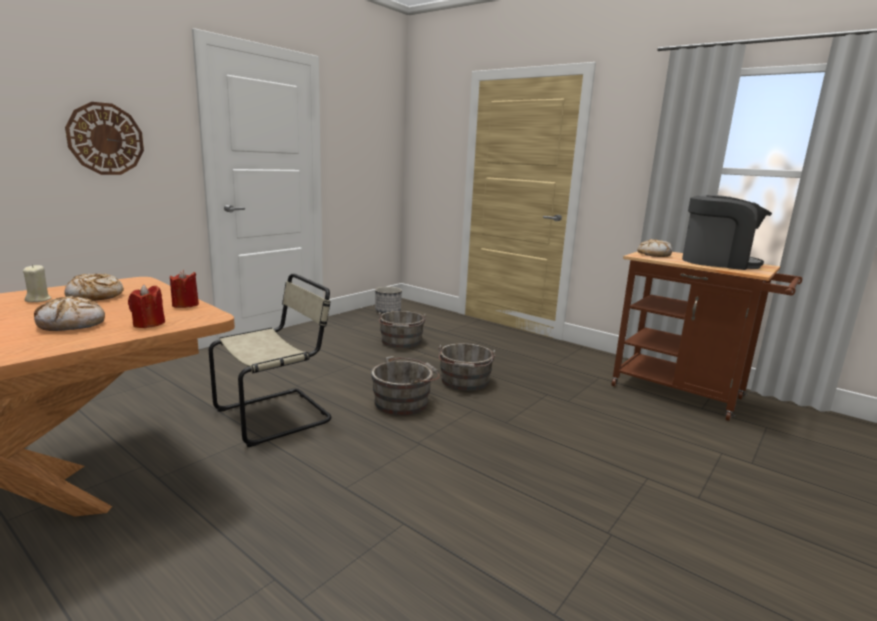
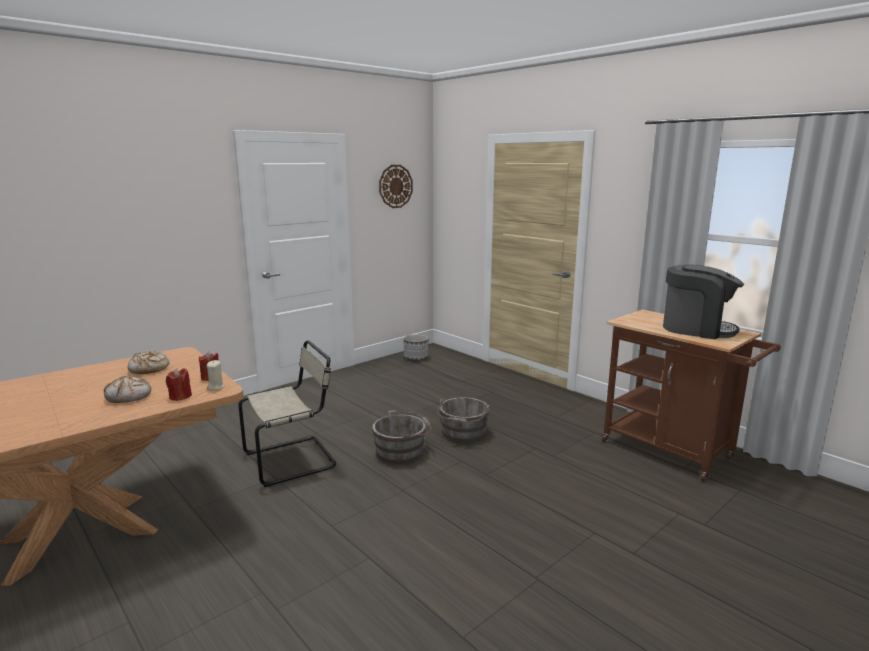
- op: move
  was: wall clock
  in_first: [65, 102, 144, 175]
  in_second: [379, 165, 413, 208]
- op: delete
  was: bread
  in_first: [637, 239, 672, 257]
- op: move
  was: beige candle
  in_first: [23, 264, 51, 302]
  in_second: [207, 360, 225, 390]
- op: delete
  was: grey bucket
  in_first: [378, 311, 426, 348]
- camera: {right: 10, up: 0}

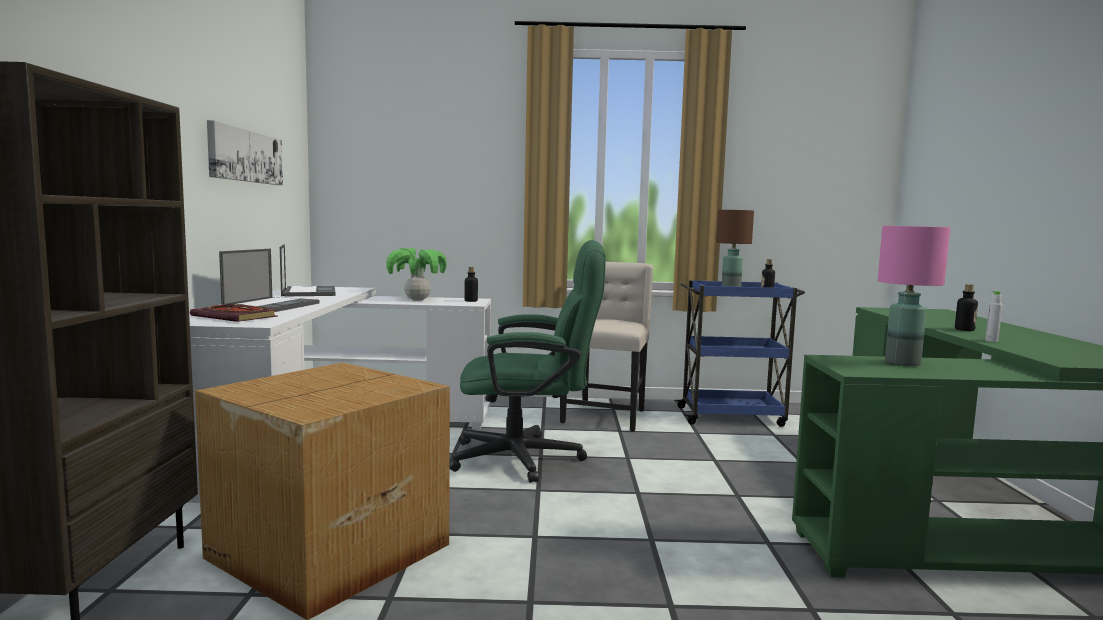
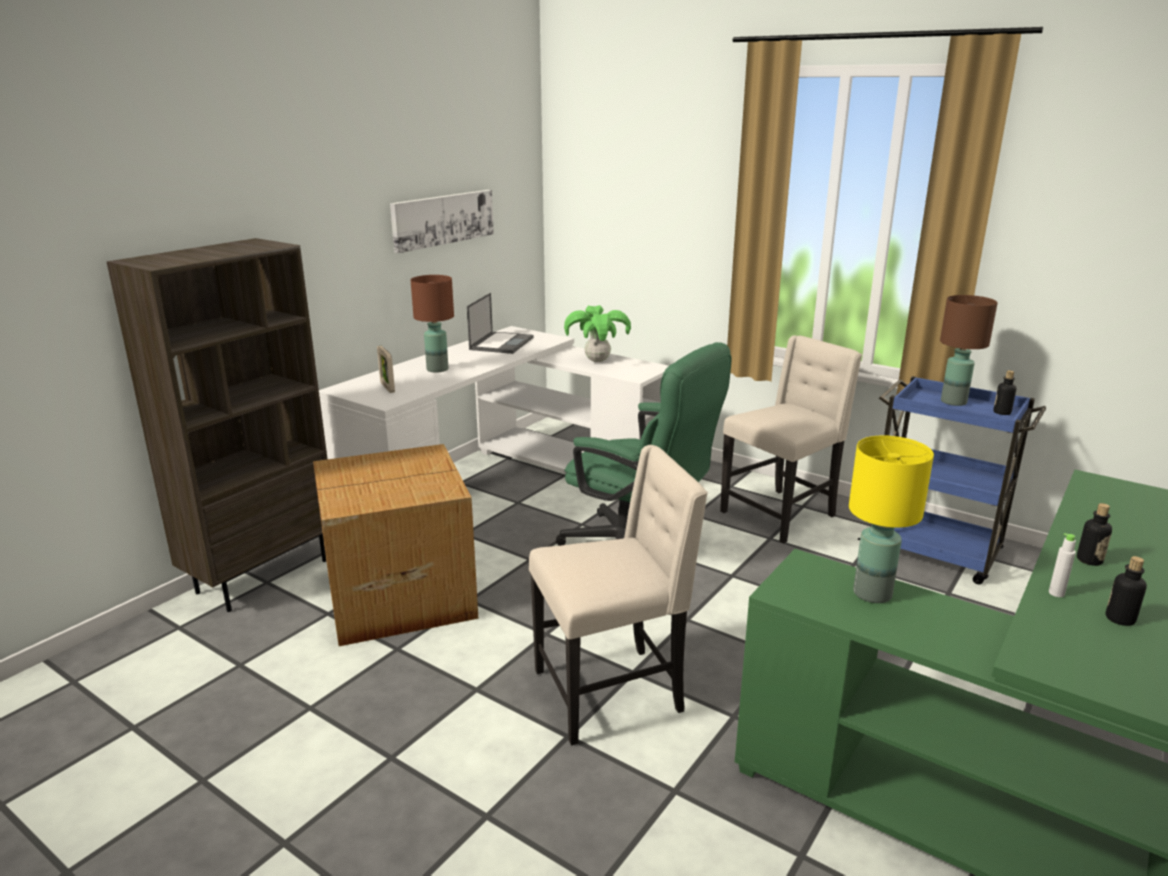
- op: recolor
  was: pink table lamp
  now: yellow table lamp
  in_first: [878, 226, 950, 366]
  in_second: [849, 435, 934, 603]
- op: replace
  was: laptop
  now: brown table lamp
  in_first: [219, 249, 320, 312]
  in_second: [411, 275, 454, 373]
- op: move
  was: bottle
  in_first: [464, 267, 478, 302]
  in_second: [1106, 556, 1147, 626]
- op: replace
  was: book
  now: picture frame
  in_first: [190, 304, 278, 322]
  in_second: [377, 346, 395, 393]
- op: insert
  now: beige chair
  in_second: [529, 445, 708, 746]
- camera: {right: 35, up: 15}

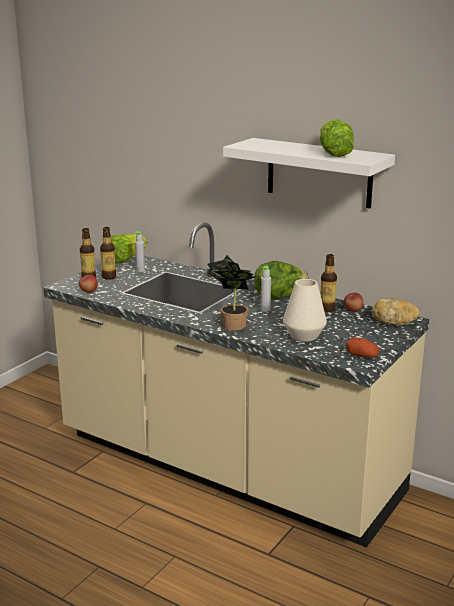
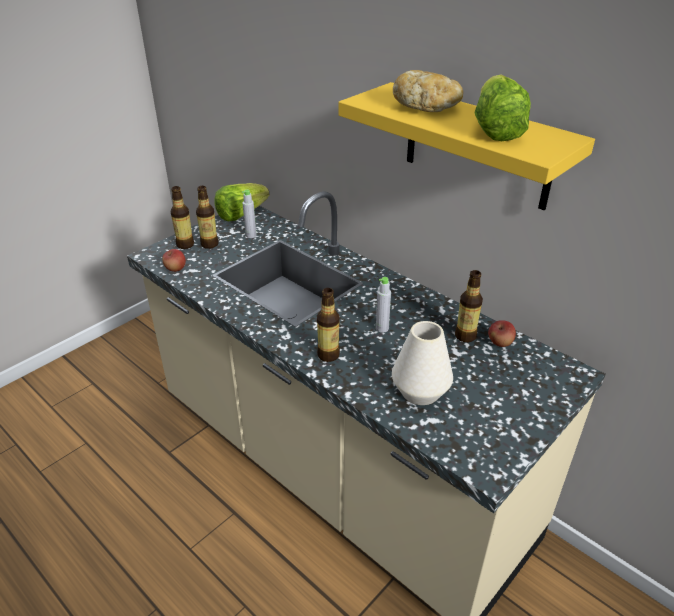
- op: recolor
  was: white shelf
  now: yellow shelf
  in_first: [223, 138, 395, 208]
  in_second: [338, 82, 595, 210]
- op: replace
  was: potted plant
  now: bottle
  in_first: [207, 255, 255, 330]
  in_second: [317, 288, 340, 362]
- op: delete
  was: lettuce
  in_first: [254, 261, 309, 300]
- op: move
  was: bread
  in_first: [372, 298, 420, 325]
  in_second: [393, 70, 463, 112]
- op: delete
  was: potato
  in_first: [346, 337, 380, 358]
- camera: {right: 10, up: 15}

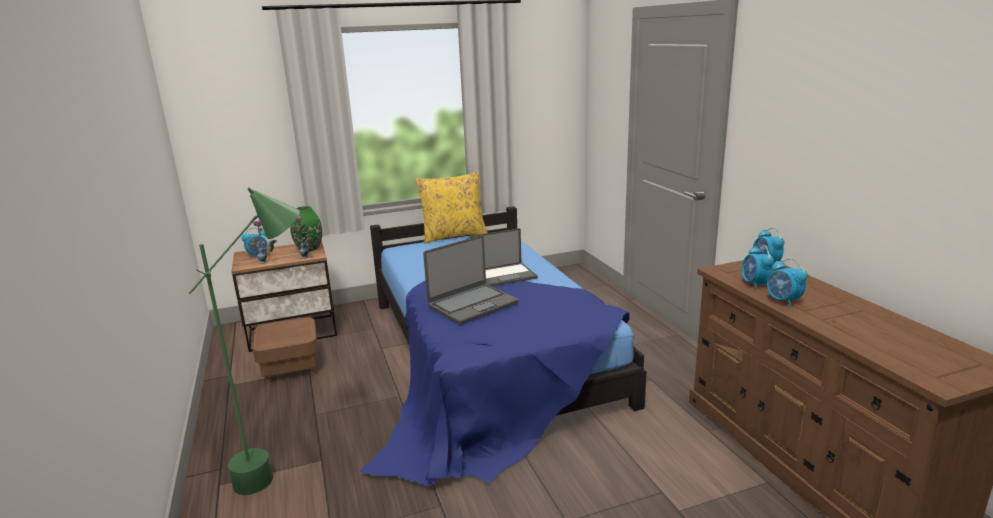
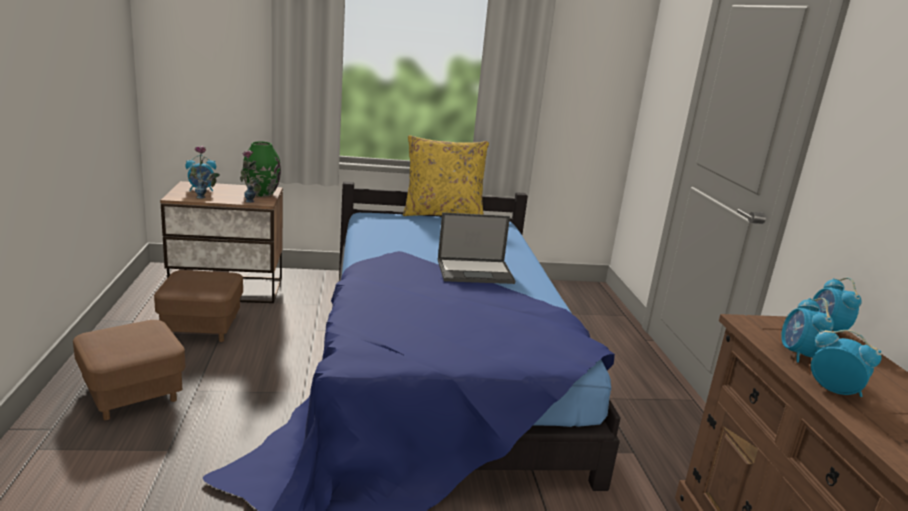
- op: delete
  was: green floor lamp
  in_first: [189, 188, 300, 495]
- op: delete
  was: laptop
  in_first: [423, 235, 518, 324]
- op: rotate
  was: alarm clock
  in_first: [767, 258, 808, 307]
  in_second: [811, 330, 882, 397]
  clockwise: 150
- op: insert
  now: brown ottoman
  in_second: [73, 320, 186, 420]
- camera: {right: 10, up: 0}

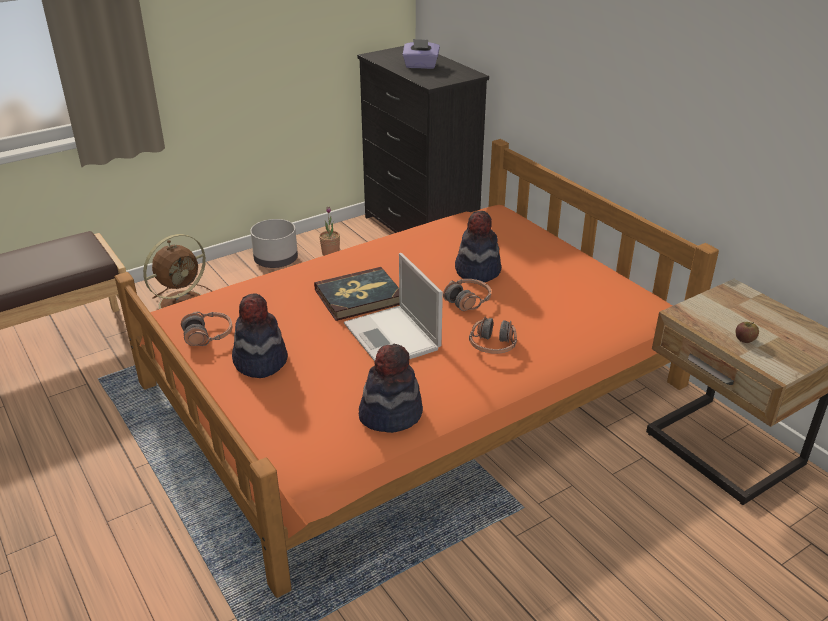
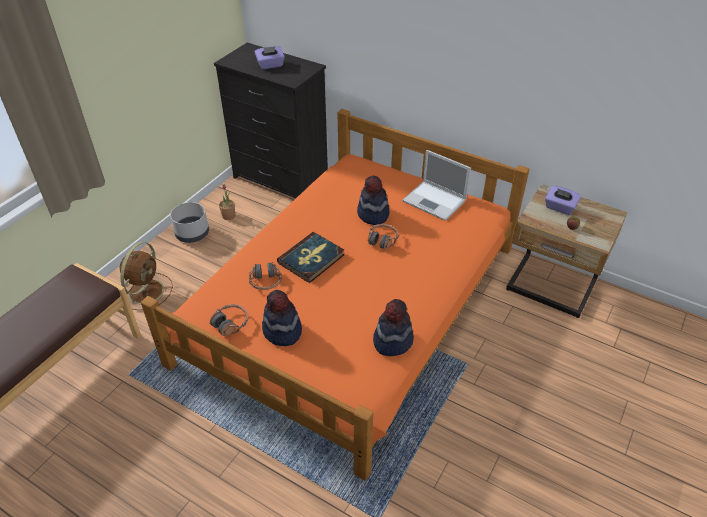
- op: move
  was: laptop
  in_first: [344, 253, 443, 361]
  in_second: [402, 150, 471, 221]
- op: move
  was: headphones
  in_first: [469, 317, 517, 354]
  in_second: [249, 262, 282, 290]
- op: insert
  now: purple tissue box
  in_second: [545, 186, 581, 215]
- camera: {right: -25, up: 10}

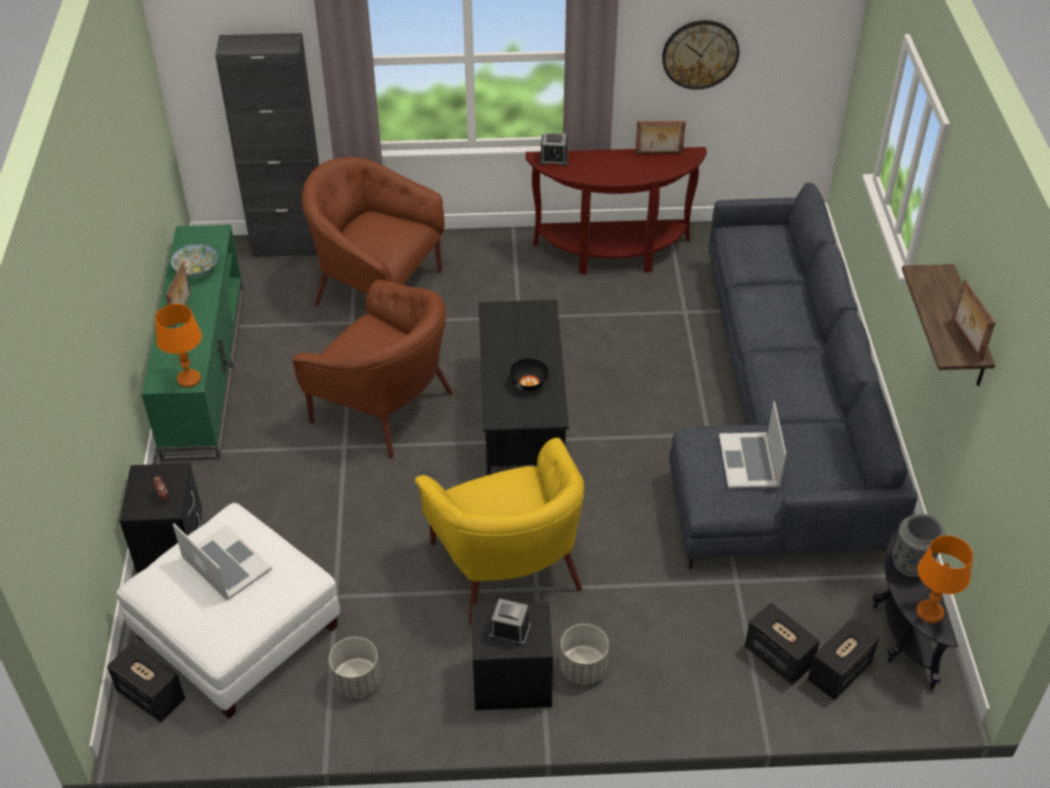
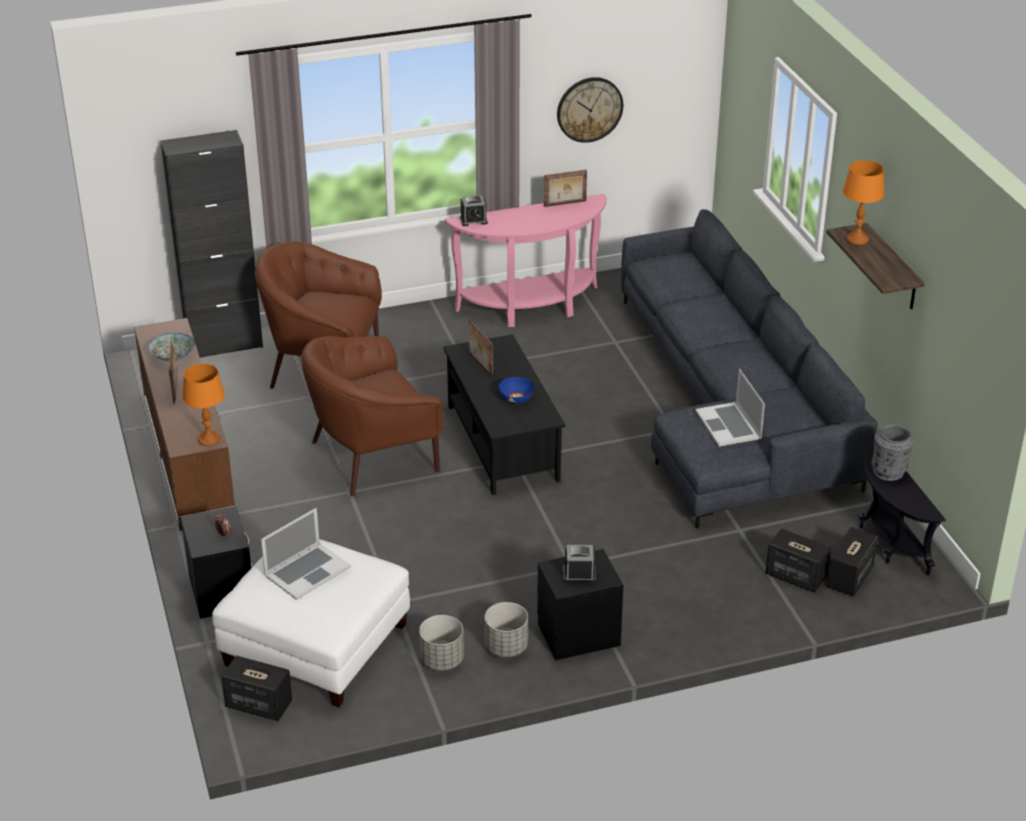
- op: recolor
  was: brown console table
  now: pink console table
  in_first: [525, 147, 707, 275]
  in_second: [445, 194, 607, 327]
- op: recolor
  was: green tv stand
  now: brown tv stand
  in_first: [142, 225, 244, 461]
  in_second: [134, 318, 235, 531]
- op: rotate
  was: brown armchair
  in_first: [292, 280, 453, 459]
  in_second: [301, 336, 444, 497]
  clockwise: 135
- op: move
  was: picture frame
  in_first: [953, 280, 996, 361]
  in_second: [469, 320, 493, 376]
- op: recolor
  was: black bowl
  now: blue bowl
  in_first: [510, 359, 549, 391]
  in_second: [499, 377, 535, 404]
- op: delete
  was: yellow armchair
  in_first: [415, 438, 584, 625]
- op: rotate
  was: laptop
  in_first: [173, 523, 272, 600]
  in_second: [261, 508, 351, 600]
  clockwise: 105
- op: move
  was: orange table lamp
  in_first: [916, 535, 973, 623]
  in_second: [842, 160, 885, 245]
- op: move
  was: grey planter
  in_first: [560, 624, 609, 685]
  in_second: [485, 602, 528, 657]
- camera: {right: -15, up: -10}

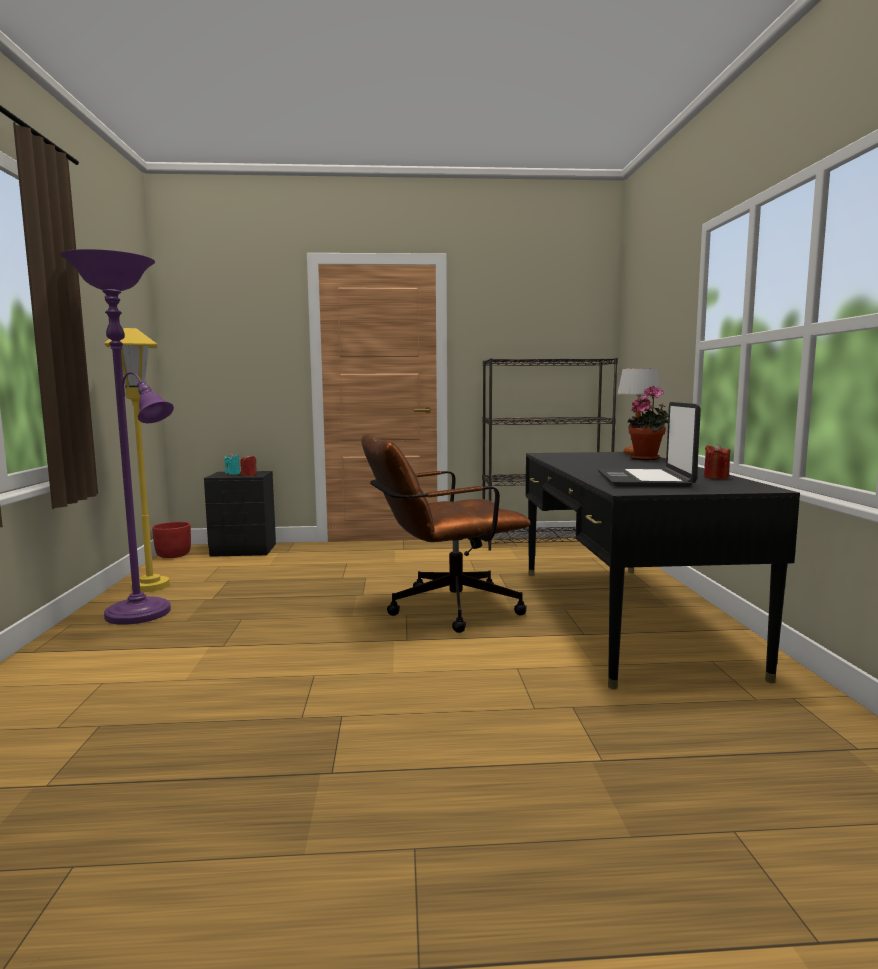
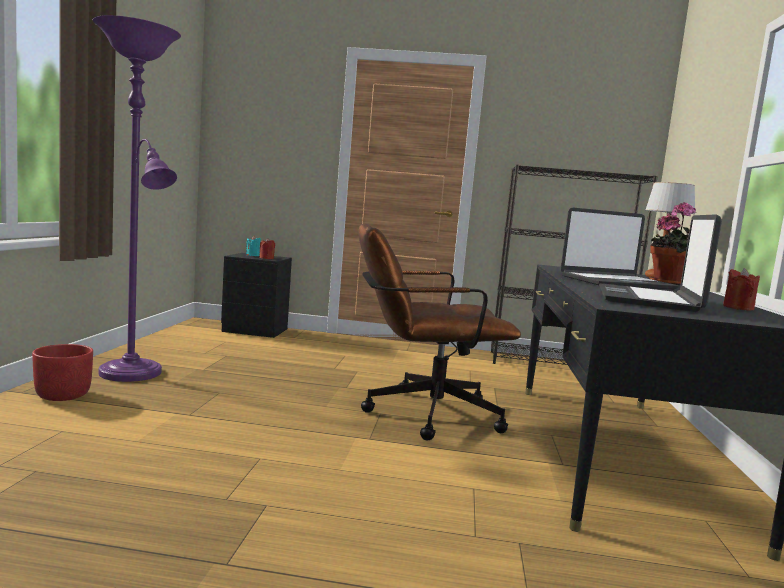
- op: delete
  was: yellow floor lamp
  in_first: [104, 328, 169, 592]
- op: move
  was: red planter
  in_first: [152, 522, 191, 558]
  in_second: [32, 344, 93, 401]
- op: insert
  now: laptop
  in_second: [560, 208, 679, 290]
- camera: {right: 10, up: 0}

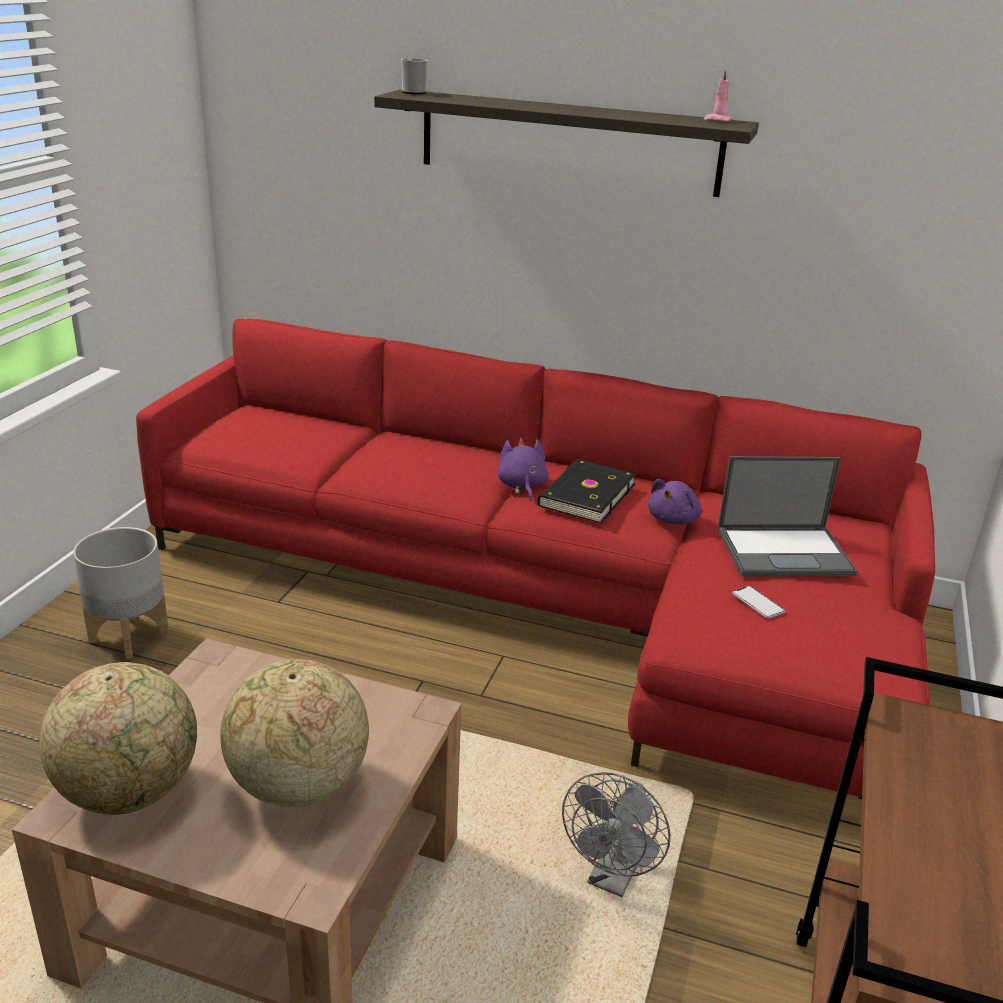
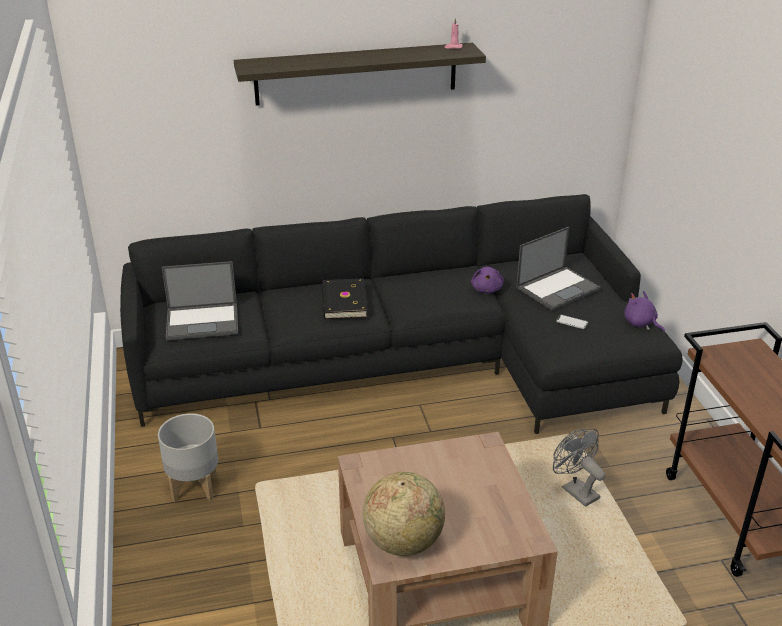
- op: delete
  was: mug
  in_first: [401, 58, 428, 94]
- op: recolor
  was: red sofa
  now: black sofa
  in_first: [136, 319, 935, 799]
  in_second: [120, 194, 683, 434]
- op: move
  was: purple plush toy
  in_first: [498, 438, 548, 501]
  in_second: [624, 291, 665, 333]
- op: move
  was: black book
  in_first: [538, 459, 636, 523]
  in_second: [322, 278, 368, 319]
- op: delete
  was: globe
  in_first: [220, 659, 369, 808]
- op: rotate
  was: grey fan
  in_first: [562, 772, 671, 897]
  in_second: [553, 428, 605, 507]
  clockwise: 150
- op: insert
  now: laptop
  in_second: [162, 261, 238, 340]
- camera: {right: -30, up: 5}

